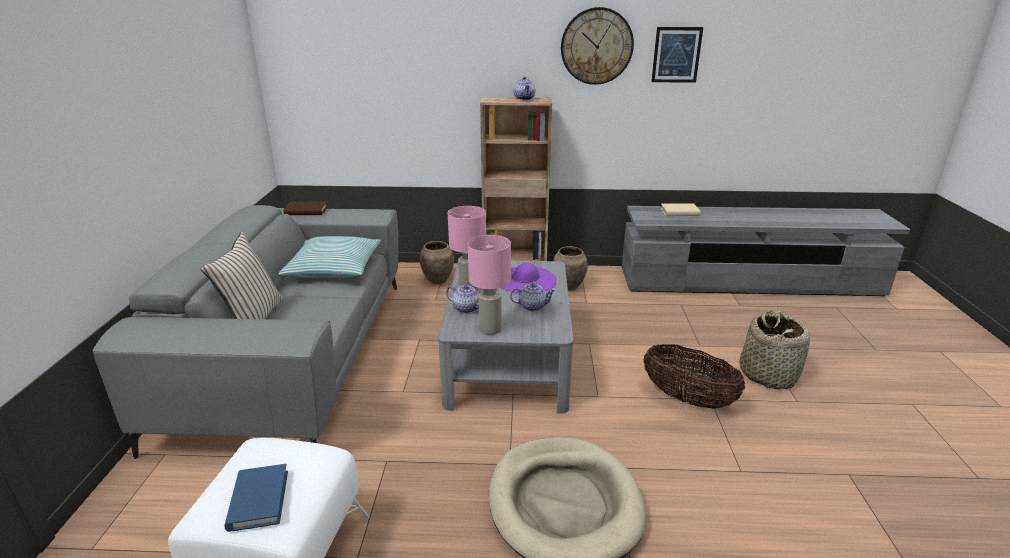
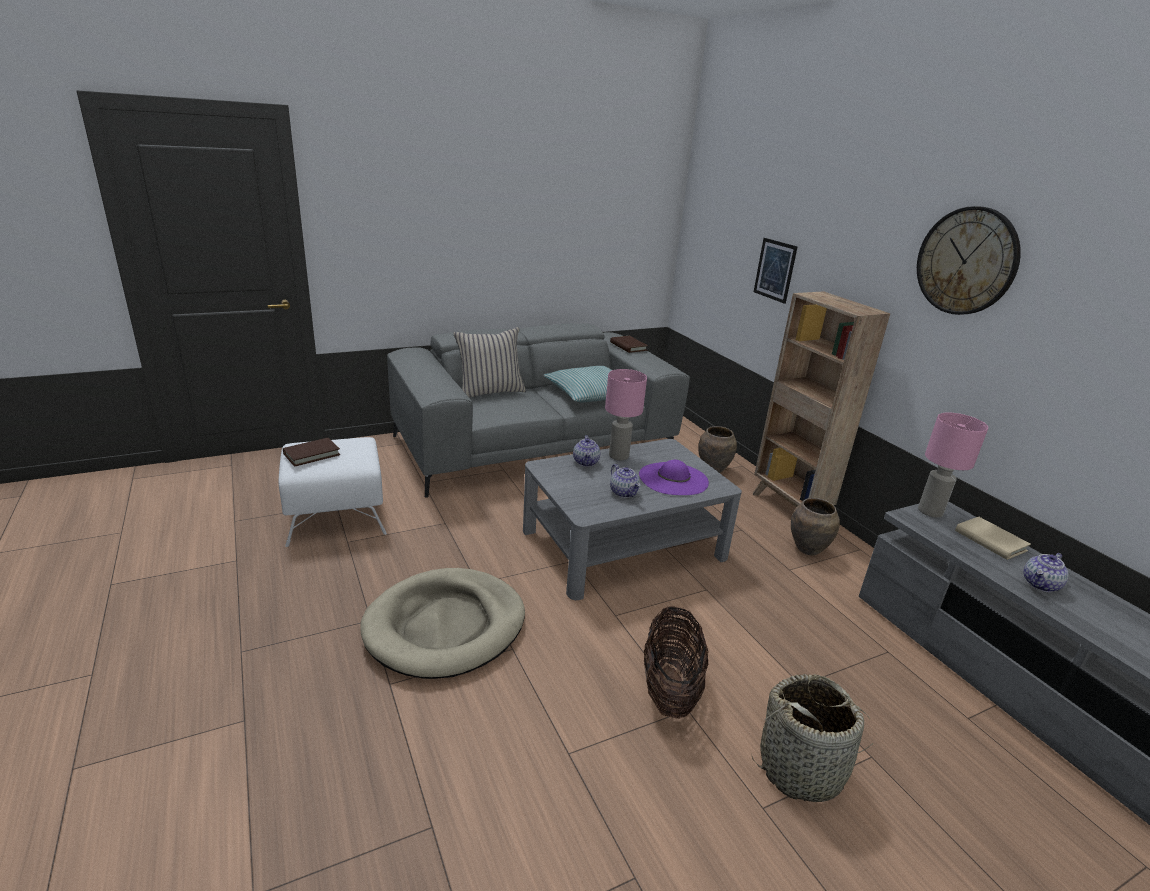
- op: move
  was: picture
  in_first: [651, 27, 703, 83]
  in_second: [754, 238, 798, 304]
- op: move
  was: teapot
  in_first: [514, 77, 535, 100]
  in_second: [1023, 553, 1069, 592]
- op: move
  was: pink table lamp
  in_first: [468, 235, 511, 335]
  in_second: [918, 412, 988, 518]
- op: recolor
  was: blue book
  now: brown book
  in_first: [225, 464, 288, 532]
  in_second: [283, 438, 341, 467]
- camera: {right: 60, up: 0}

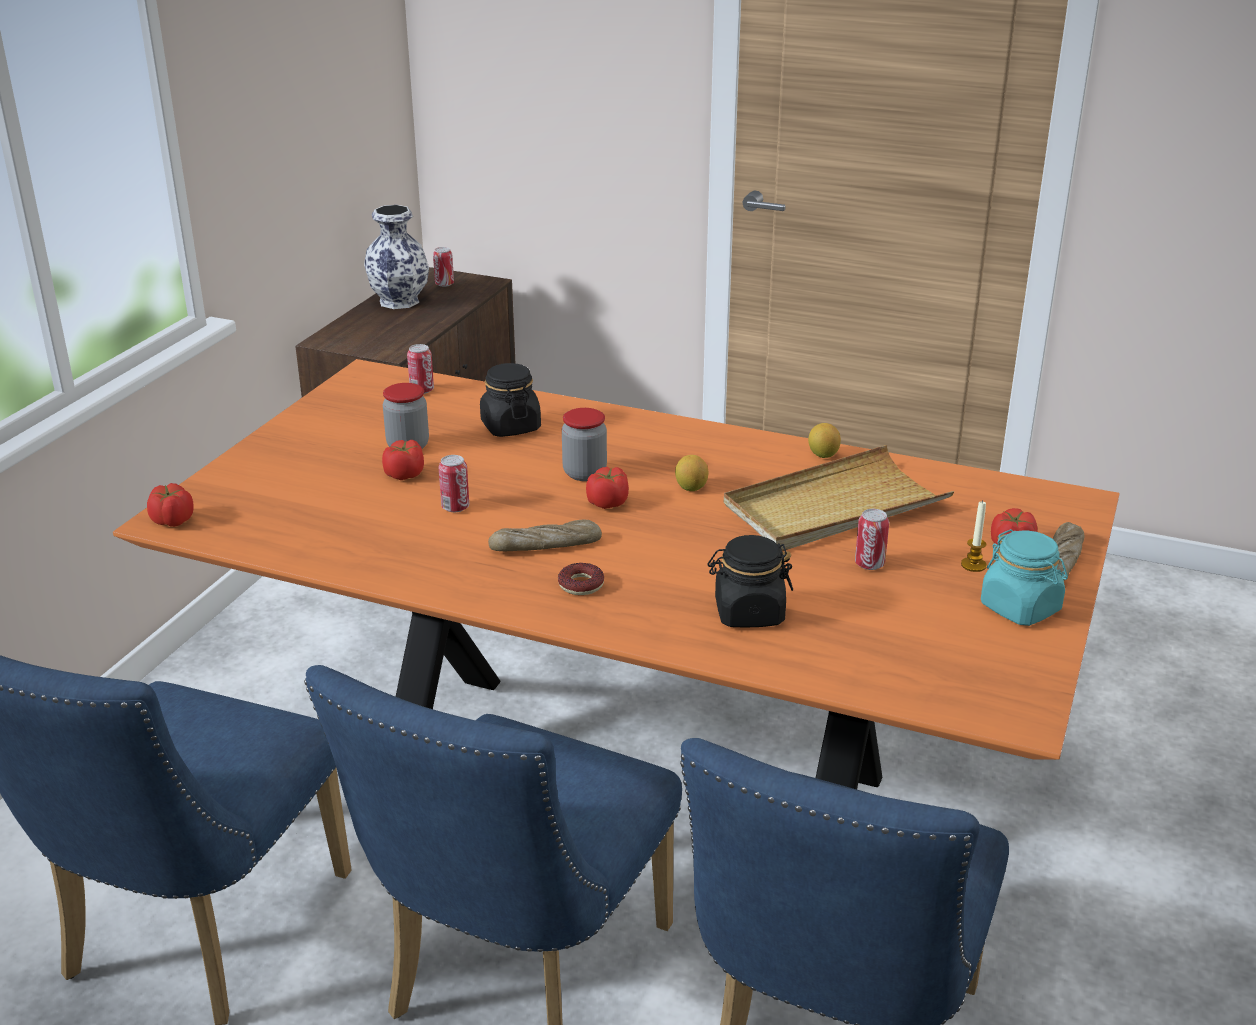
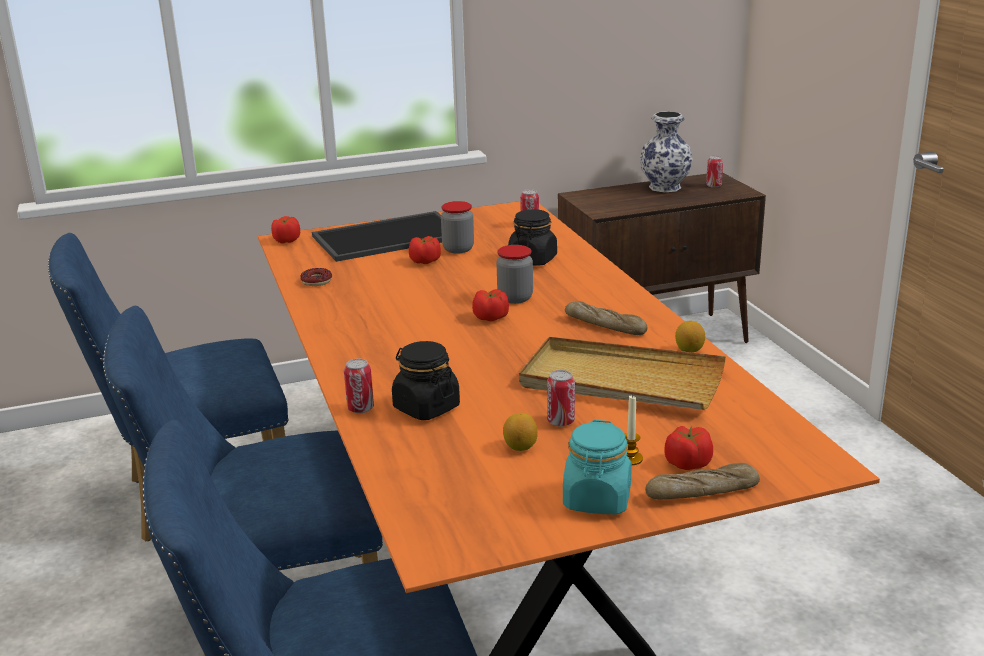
- op: move
  was: can
  in_first: [439, 455, 469, 512]
  in_second: [344, 359, 374, 413]
- op: move
  was: lemon
  in_first: [675, 455, 708, 491]
  in_second: [503, 413, 538, 451]
- op: move
  was: bread
  in_first: [488, 520, 602, 551]
  in_second: [565, 301, 648, 335]
- op: move
  was: donut
  in_first: [558, 563, 604, 595]
  in_second: [300, 268, 332, 286]
- op: insert
  now: tray
  in_second: [312, 211, 442, 262]
- camera: {right: 50, up: -5}

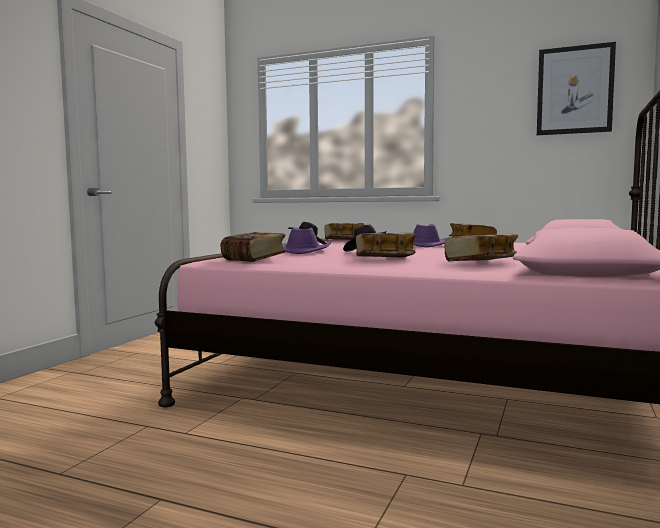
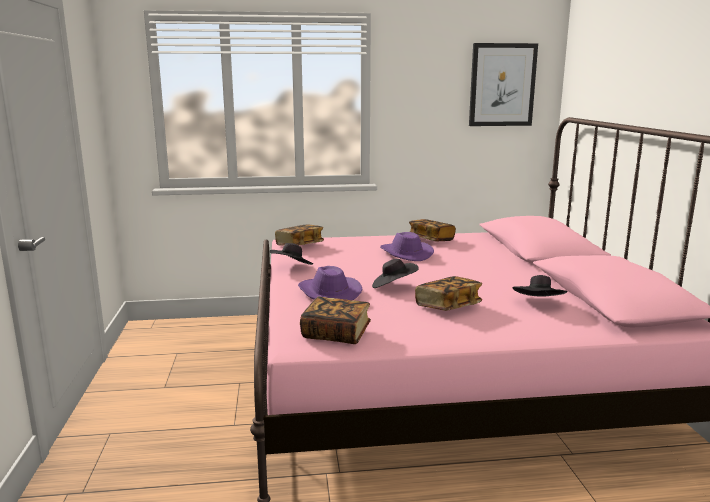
- op: replace
  was: book
  now: black hat
  in_first: [444, 234, 519, 261]
  in_second: [512, 275, 568, 297]
- camera: {right: -30, up: 10}

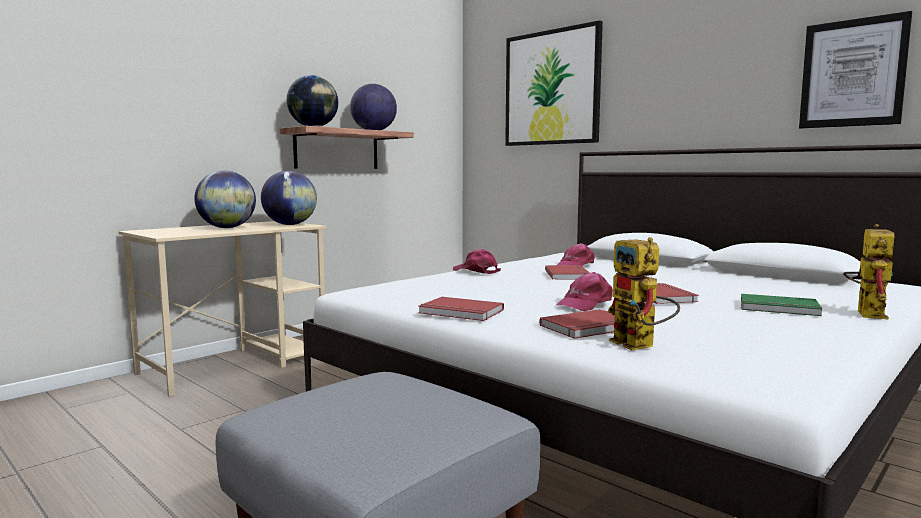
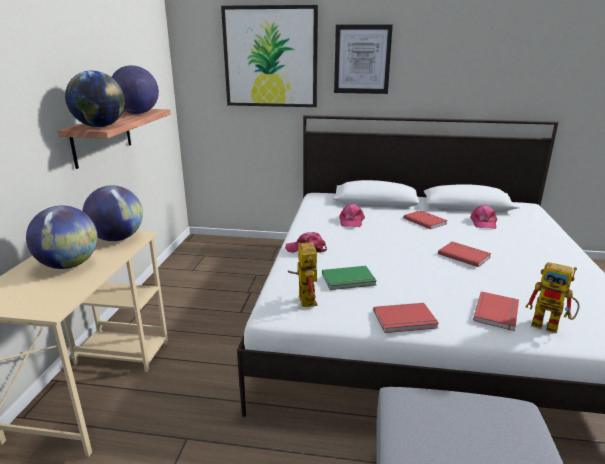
- op: move
  was: picture
  in_first: [799, 11, 912, 128]
  in_second: [334, 24, 393, 94]
- op: move
  was: toy robot
  in_first: [843, 224, 894, 319]
  in_second: [288, 238, 318, 307]
- op: move
  was: red book
  in_first: [545, 265, 590, 279]
  in_second: [404, 210, 448, 229]
- op: move
  was: pink cap
  in_first: [557, 272, 613, 311]
  in_second: [470, 205, 497, 229]
- op: move
  was: green book
  in_first: [741, 294, 822, 316]
  in_second: [322, 266, 377, 290]
- camera: {right: -35, up: 15}

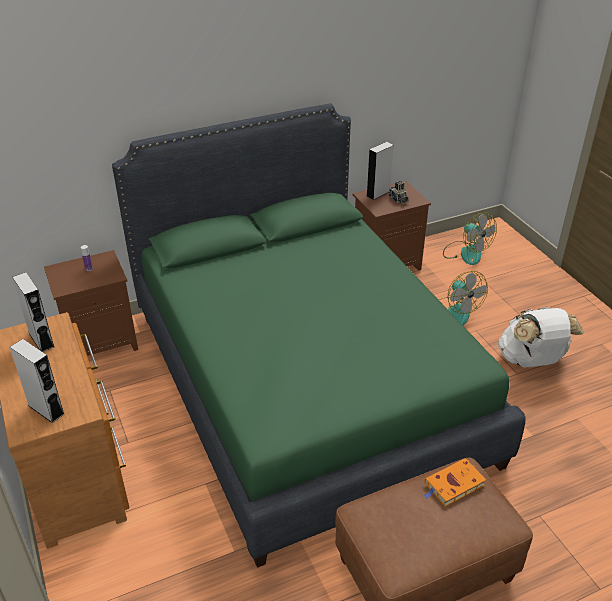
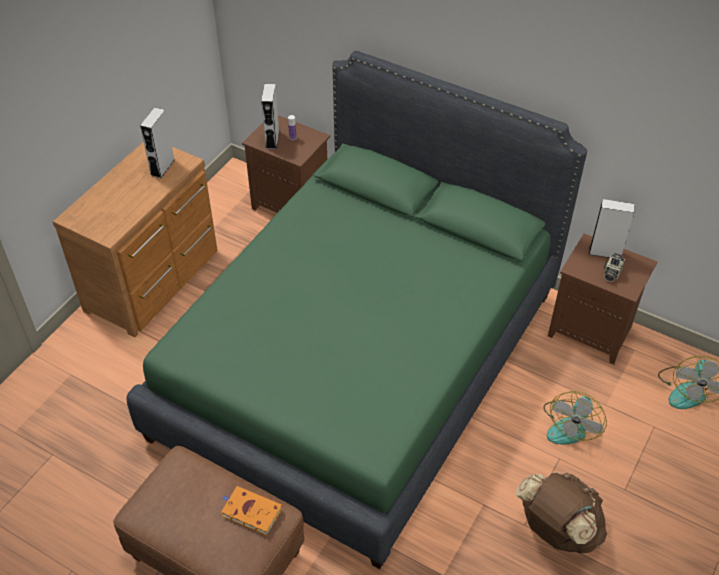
- op: recolor
  was: white backpack
  now: brown backpack
  in_first: [498, 307, 583, 368]
  in_second: [516, 472, 607, 553]
- op: move
  was: grey speaker
  in_first: [10, 339, 64, 423]
  in_second: [261, 84, 279, 149]
- camera: {right: 55, up: 10}

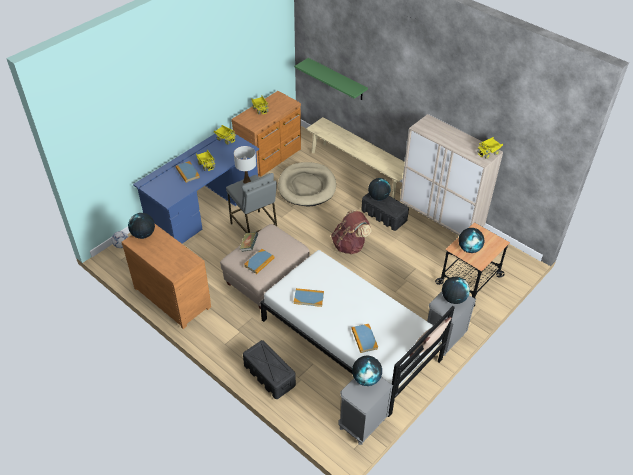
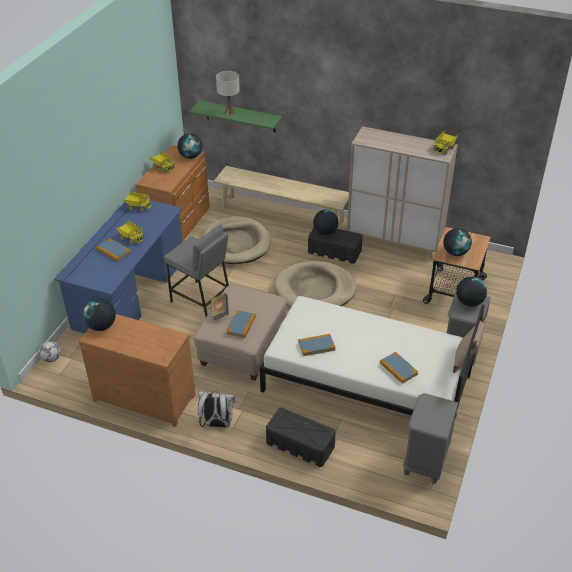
- op: move
  was: white table lamp
  in_first: [234, 146, 256, 184]
  in_second: [216, 71, 240, 115]
- op: replace
  was: brown backpack
  now: beige dog bed
  in_first: [331, 210, 372, 254]
  in_second: [274, 261, 356, 307]
- op: move
  was: globe
  in_first: [352, 355, 382, 386]
  in_second: [177, 133, 203, 159]
- op: insert
  now: white backpack
  in_second: [198, 391, 236, 428]
- camera: {right: -20, up: -5}

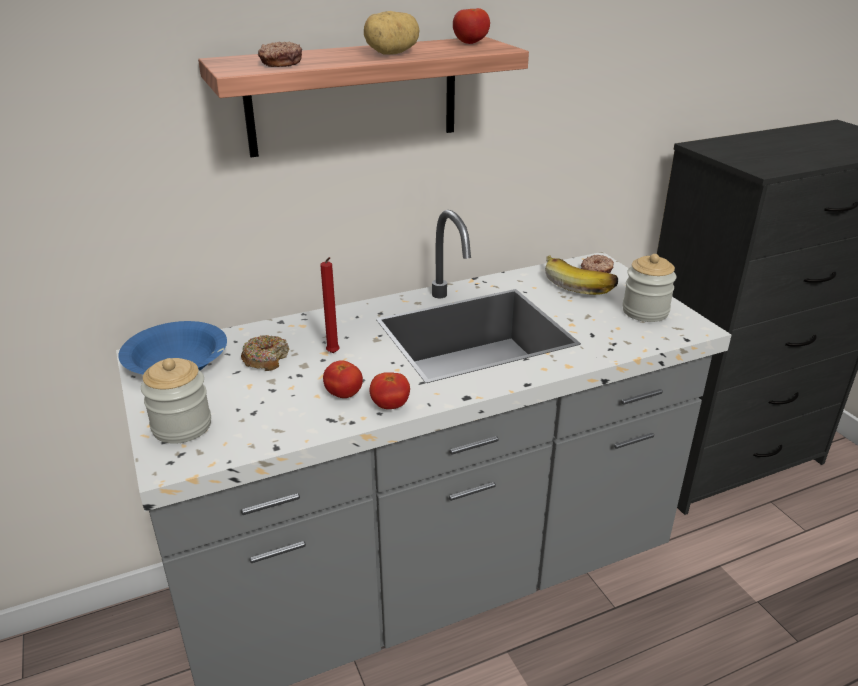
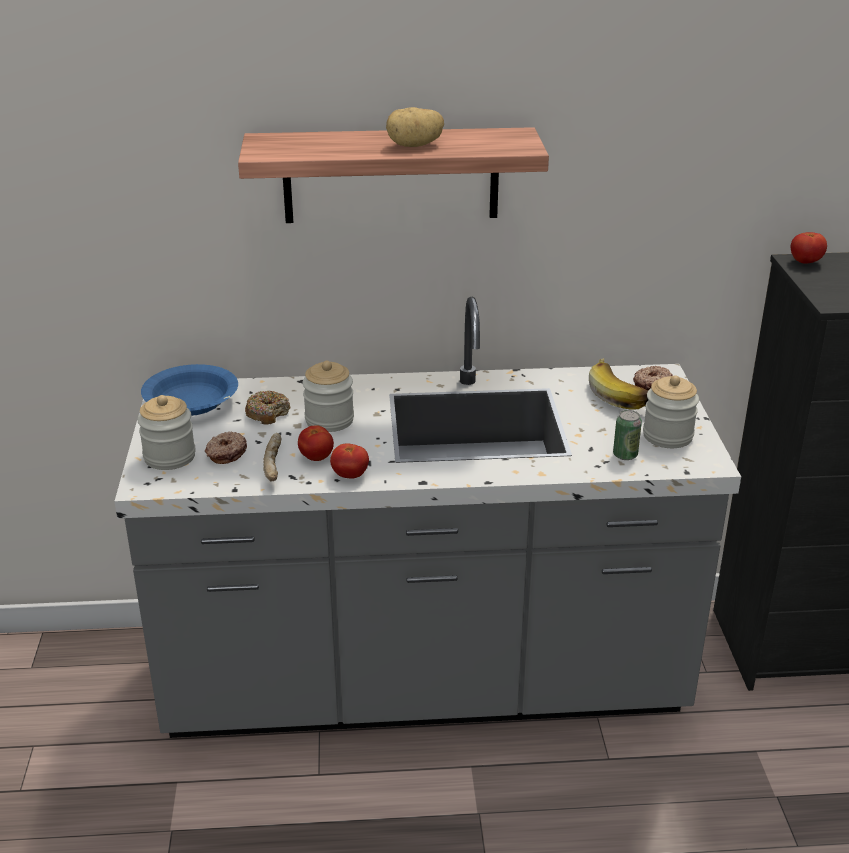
- op: move
  was: tomato
  in_first: [453, 8, 490, 44]
  in_second: [791, 232, 827, 263]
- op: move
  was: donut
  in_first: [258, 42, 302, 67]
  in_second: [205, 432, 247, 464]
- op: replace
  was: red candle
  now: jar
  in_first: [320, 257, 340, 353]
  in_second: [303, 361, 354, 432]
- op: insert
  now: can
  in_second: [613, 410, 642, 460]
- op: insert
  now: bread
  in_second: [263, 433, 281, 482]
- camera: {right: 20, up: 0}

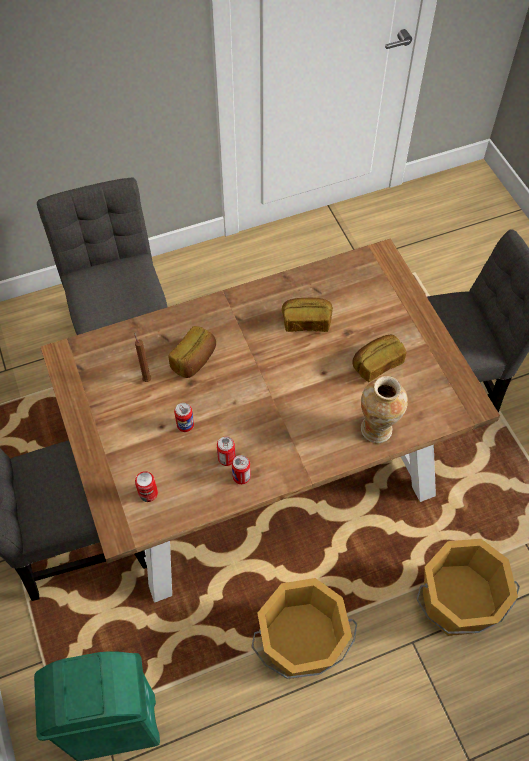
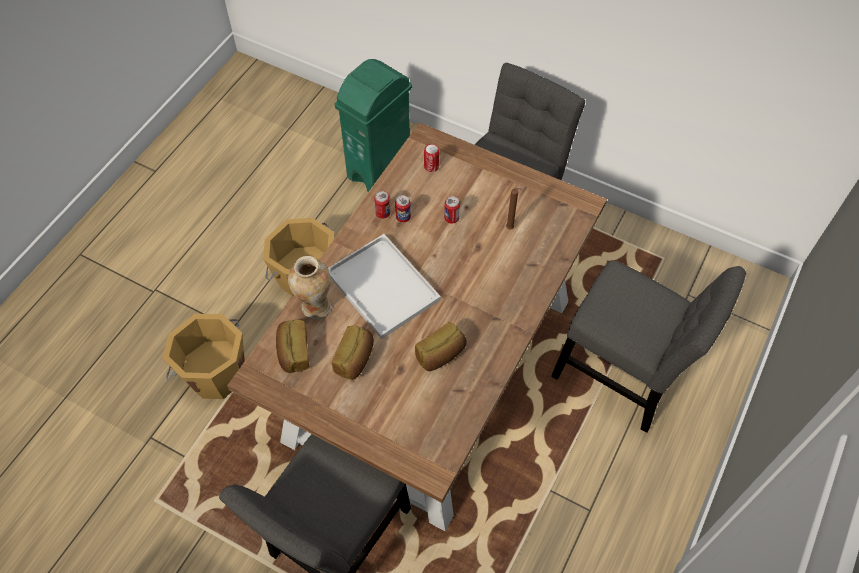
- op: move
  was: bread
  in_first: [168, 326, 216, 378]
  in_second: [276, 319, 310, 373]
- op: insert
  now: white tray
  in_second: [328, 234, 441, 339]
- camera: {right: 140, up: 0}

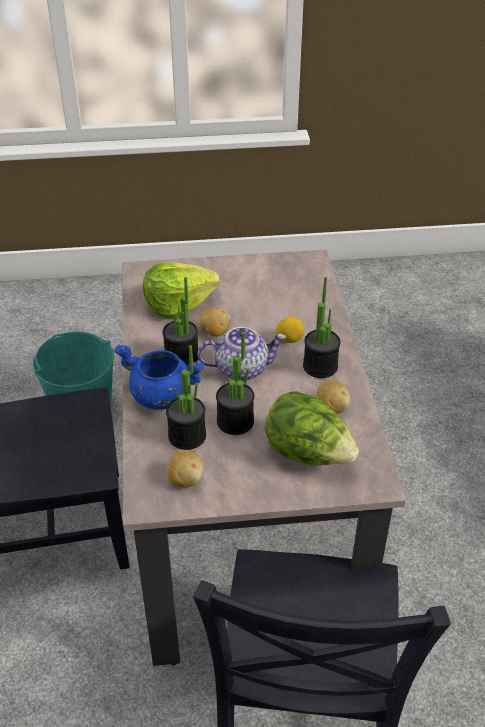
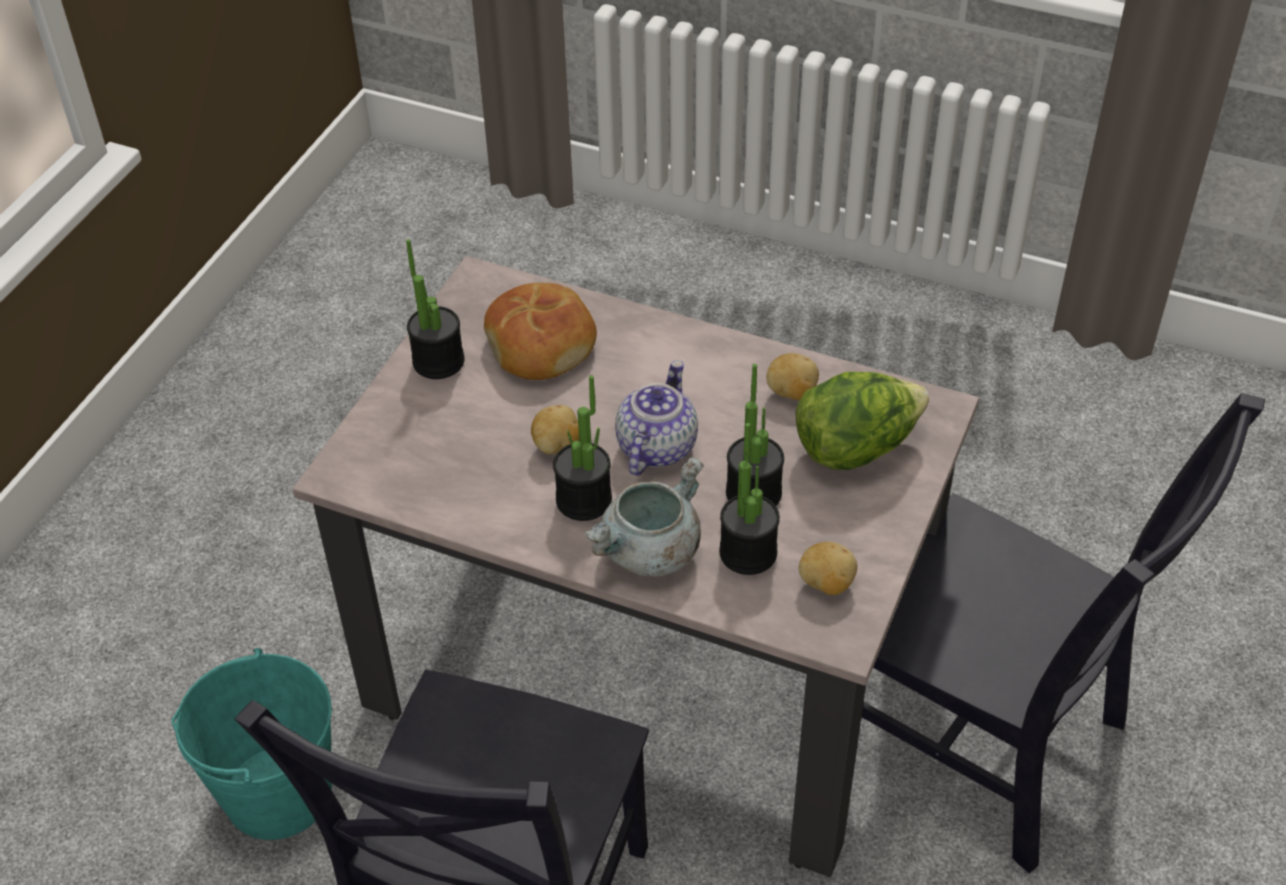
- op: delete
  was: lettuce
  in_first: [143, 263, 220, 318]
- op: move
  was: potted plant
  in_first: [303, 277, 340, 378]
  in_second: [406, 239, 464, 379]
- op: delete
  was: lemon
  in_first: [276, 317, 304, 343]
- op: recolor
  was: blue cooking pot
  now: grey cooking pot
  in_first: [114, 345, 204, 410]
  in_second: [584, 456, 704, 577]
- op: insert
  now: bread
  in_second: [484, 283, 597, 380]
- camera: {right: -60, up: 5}

